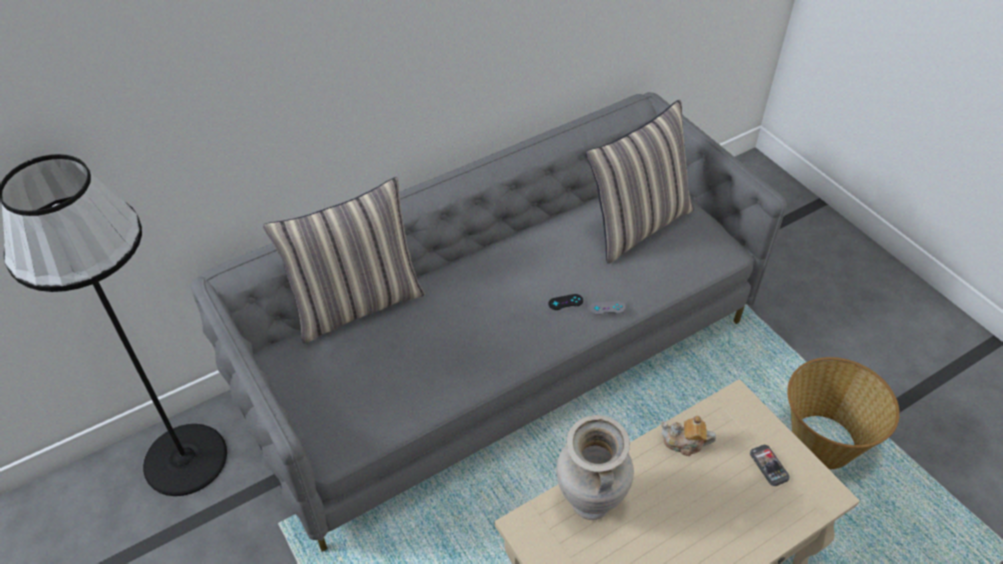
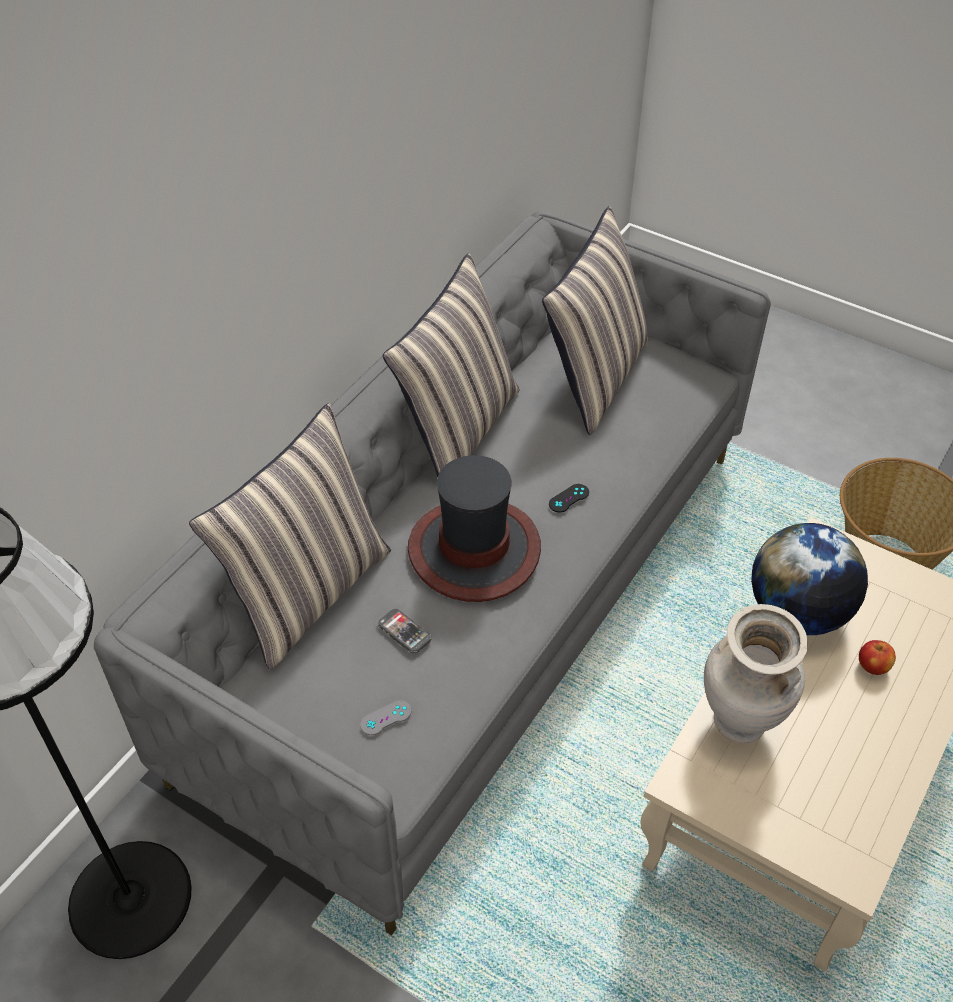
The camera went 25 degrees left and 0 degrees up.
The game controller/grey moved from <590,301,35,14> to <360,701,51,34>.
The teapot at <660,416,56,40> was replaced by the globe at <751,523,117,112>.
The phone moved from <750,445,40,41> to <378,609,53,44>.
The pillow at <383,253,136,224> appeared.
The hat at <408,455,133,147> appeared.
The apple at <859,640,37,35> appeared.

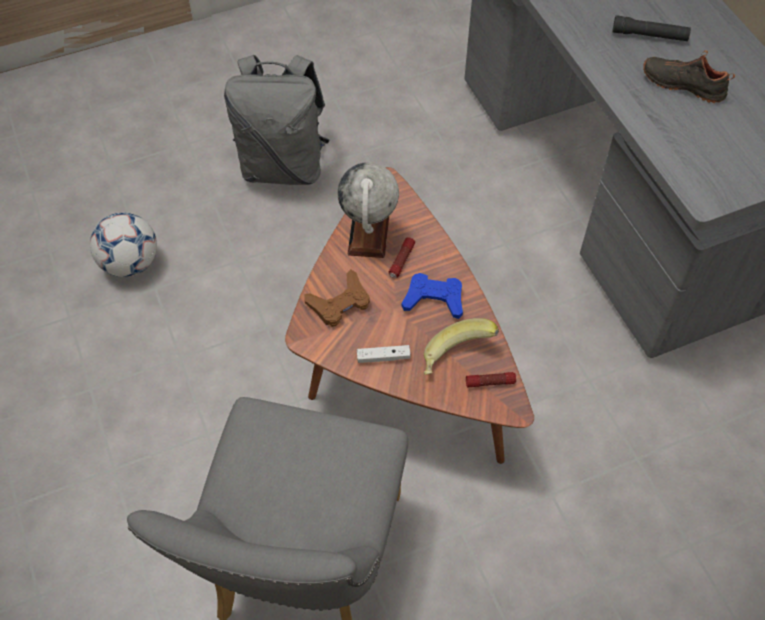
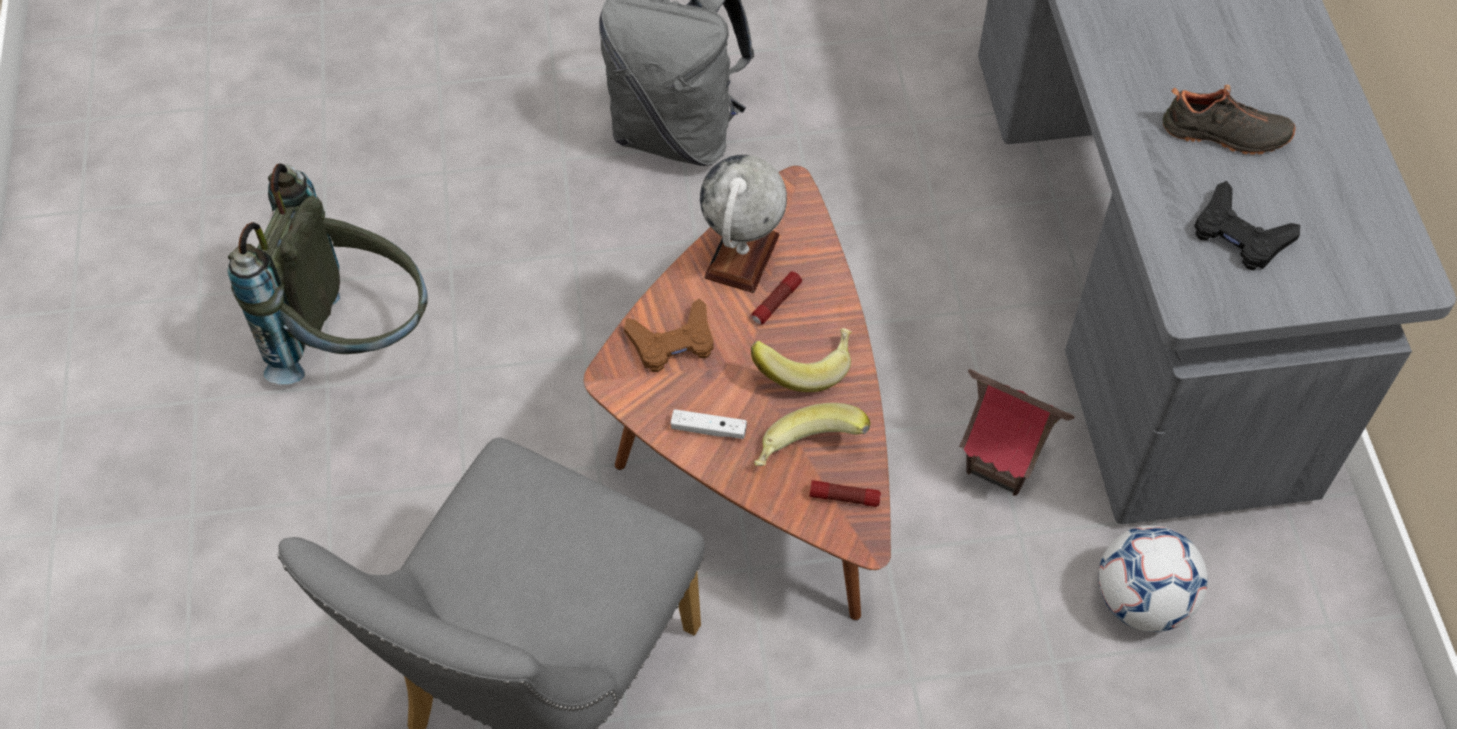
The camera went 15 degrees right and 0 degrees up.
The football moved from <90,212,67,65> to <1098,525,110,107>.
The game controller/blue at <402,273,61,46> was replaced by the banana at <751,328,101,64>.
The flashlight/black at <612,15,79,26> disappeared.
The shoe/black at <643,50,92,53> turned 150 degrees clockwise.
The backpack/grey at <227,164,201,220> appeared.
The toy house at <959,369,116,127> appeared.
The game controller/black at <1194,181,106,89> appeared.

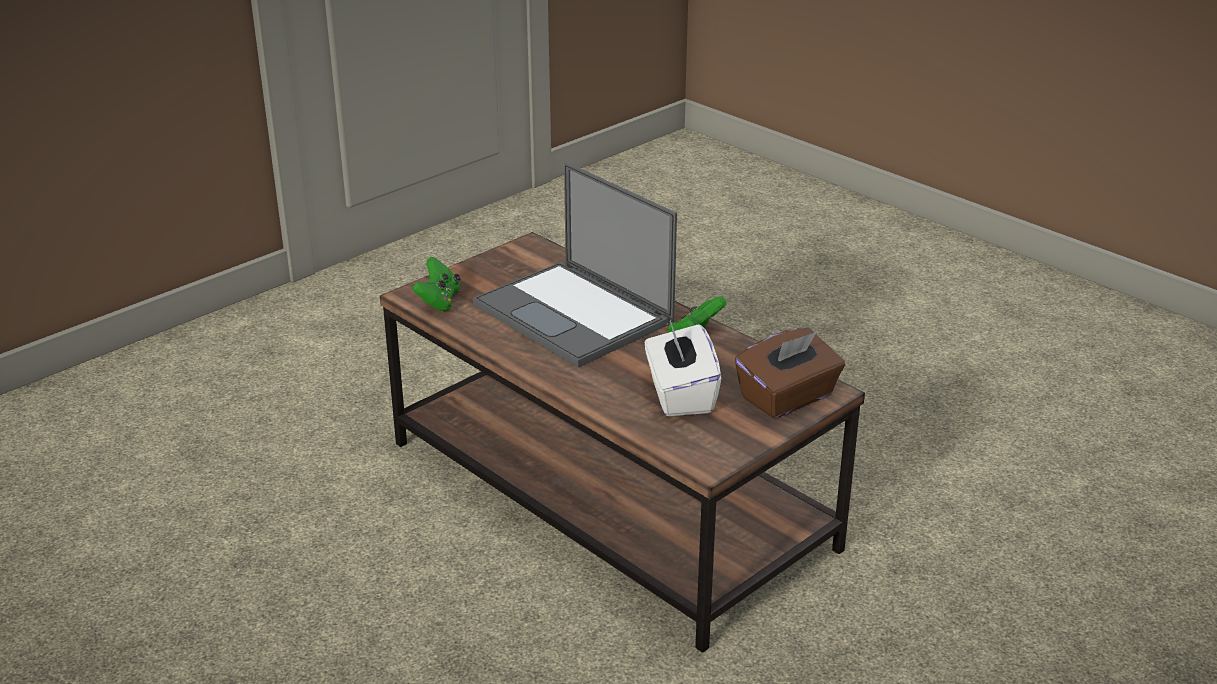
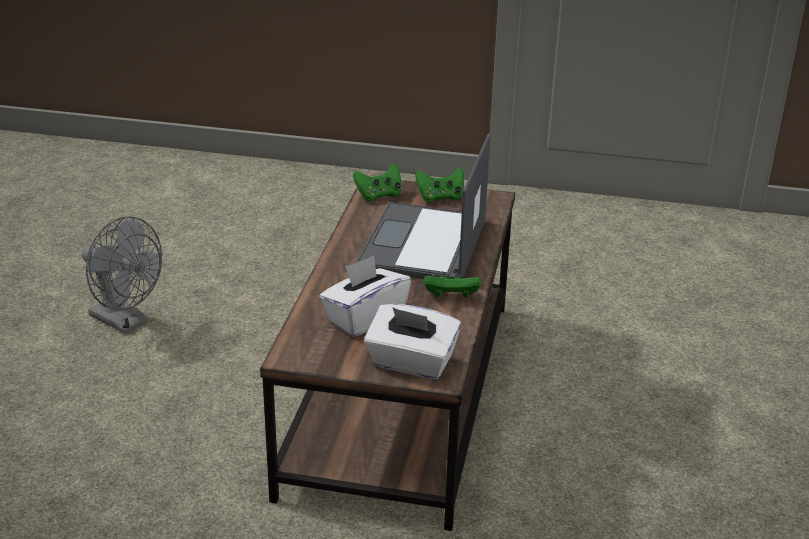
The camera went 55 degrees right and 0 degrees up.
The tissue box/brown at <735,328,110,90> became the tissue box/white at <364,304,97,75>.
The fan/grey at <82,216,80,118> appeared.
The game controller/green at <416,168,48,34> appeared.

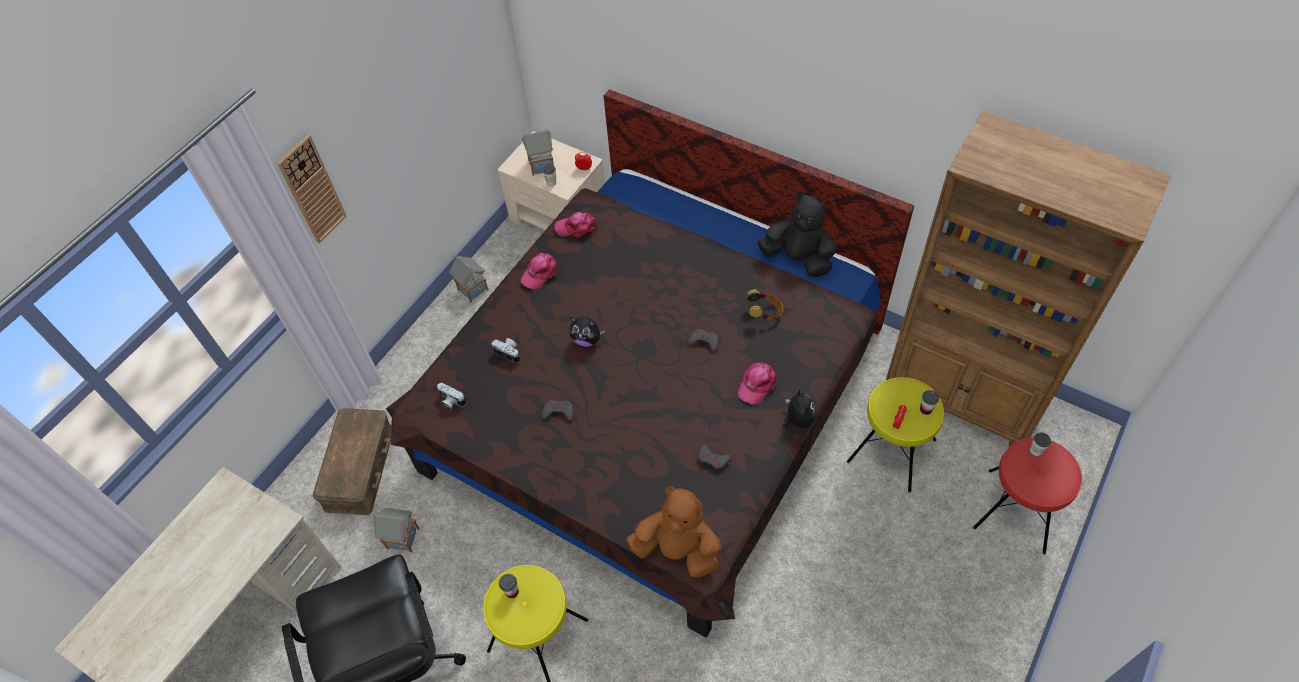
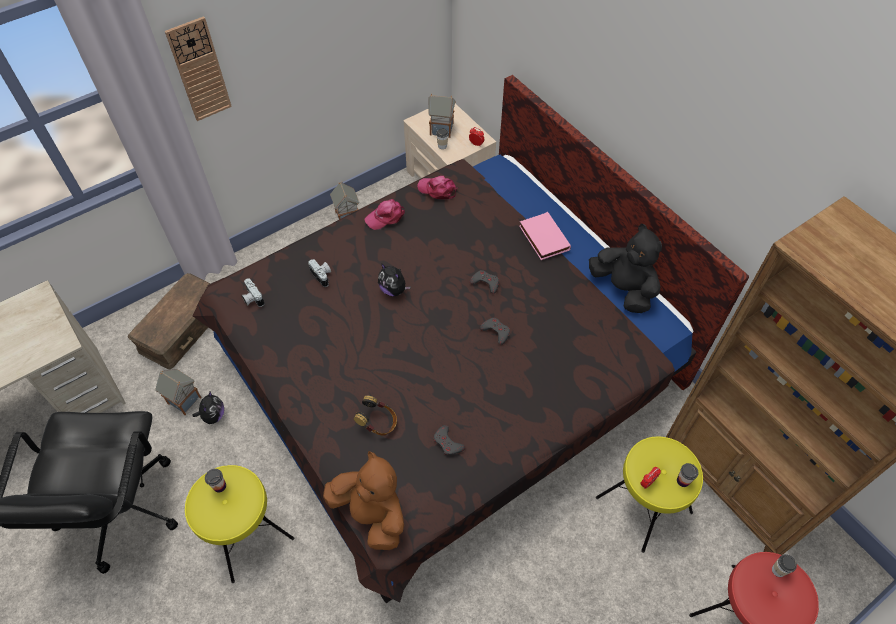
The camera went 20 degrees right and 0 degrees up.
The game controller/grey moved from <542,400,32,21> to <470,270,29,24>.
The cap/pink at <738,362,39,42> disappeared.
The headphones moved from <747,289,36,31> to <354,396,43,39>.
The plush toy moved from <783,388,33,40> to <193,391,31,33>.
The book/pink at <519,212,52,48> appeared.

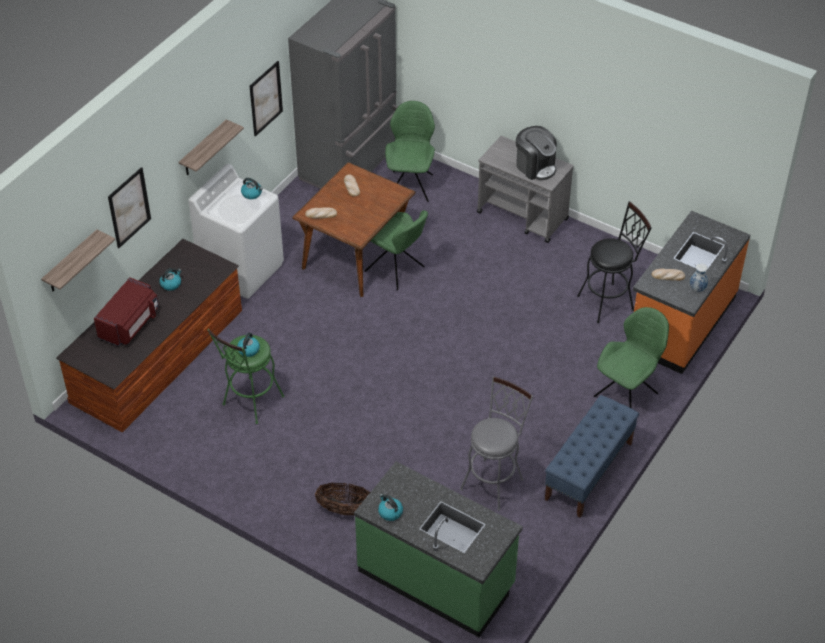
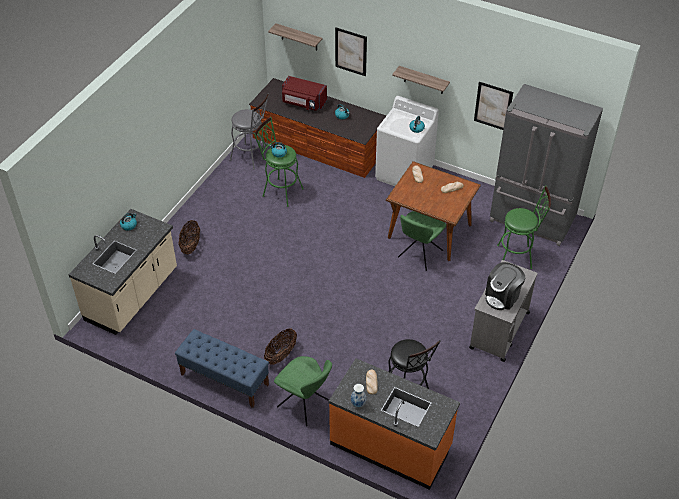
The camera went 85 degrees right and 0 degrees up.
The counter/green at <354,461,169,176> became the counter/beige at <68,209,109,126>.
The chair/green at <385,101,50,101> was replaced by the stool/green at <497,185,54,84>.
The stool/grey moved from <460,376,73,134> to <230,93,39,77>.
The basket at <264,329,33,36> appeared.

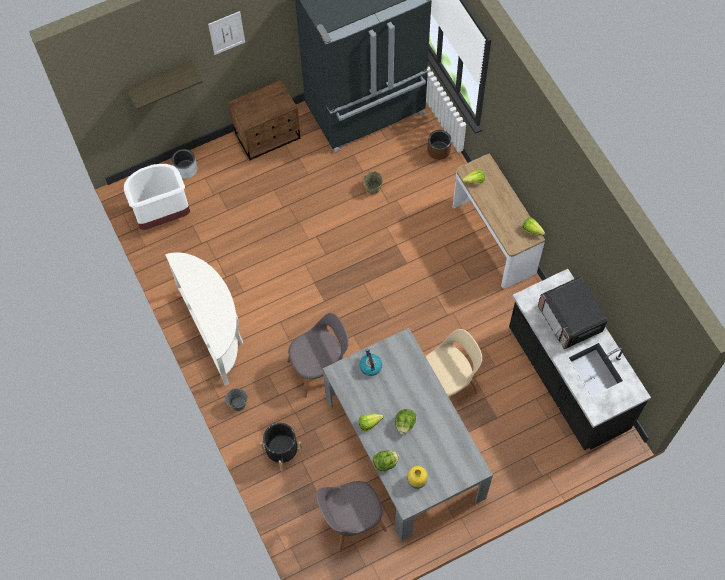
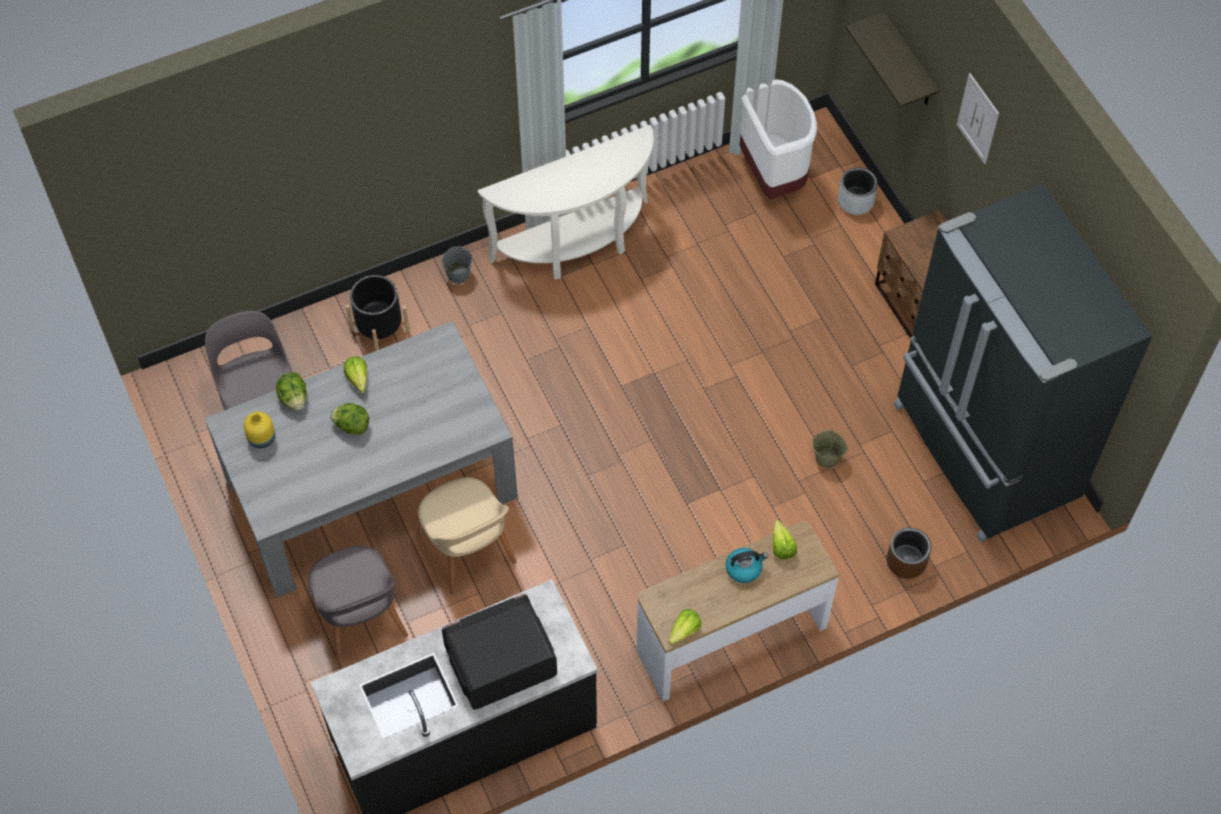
The camera went 90 degrees right and 5 degrees down.
The chair/grey moved from <287,313,62,85> to <308,546,100,117>.
The kettle moved from <359,349,23,27> to <726,548,42,35>.

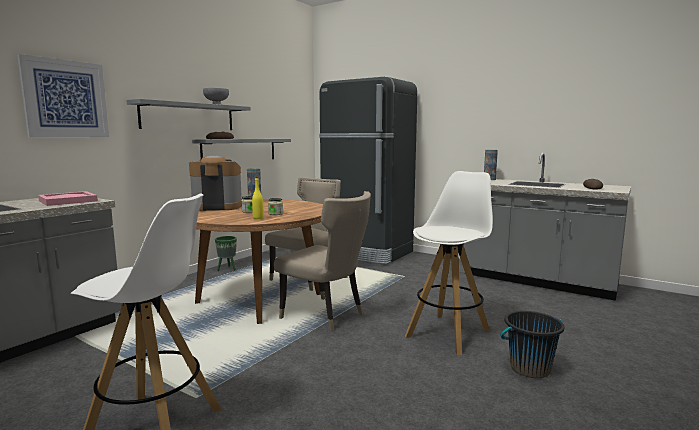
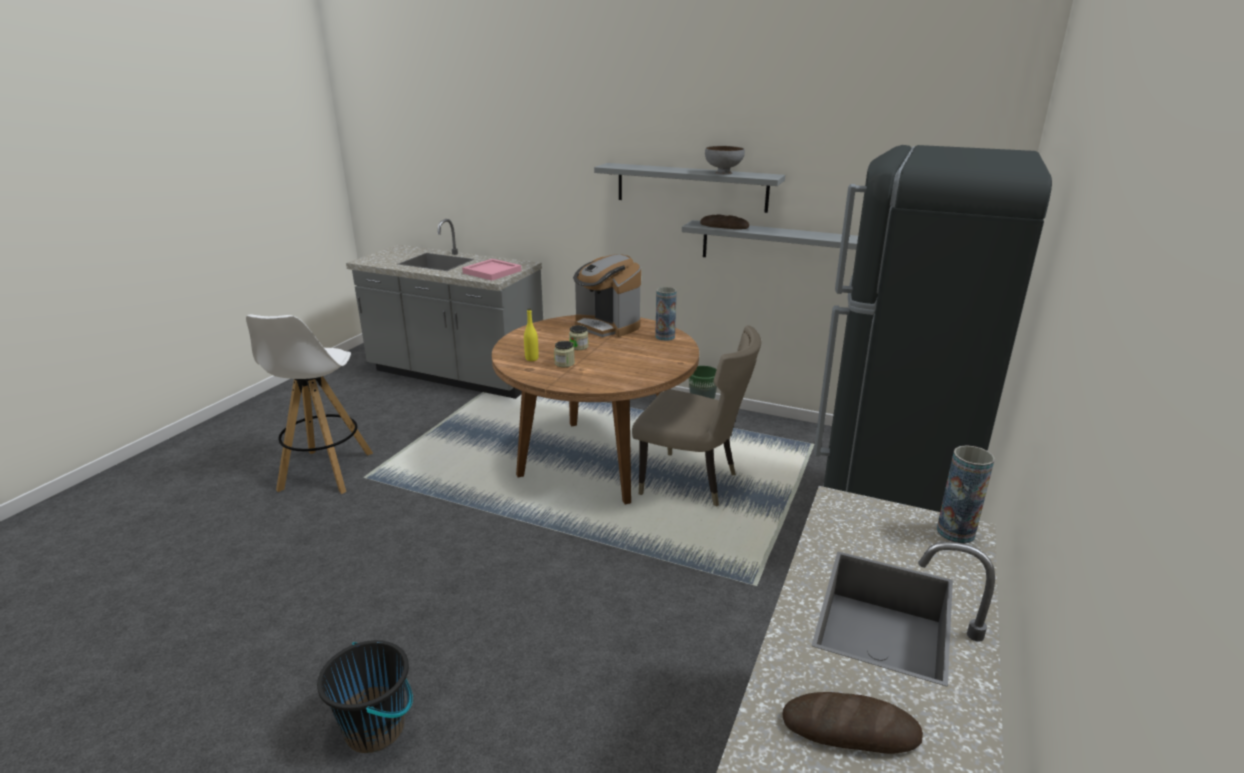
The camera went 80 degrees right and 15 degrees up.
The picture at <17,54,92,83> disappeared.
The coffee machine at <189,156,53,55> turned 150 degrees clockwise.
The chair/beige at <274,191,97,140> disappeared.
The stool/white at <405,171,88,184> disappeared.

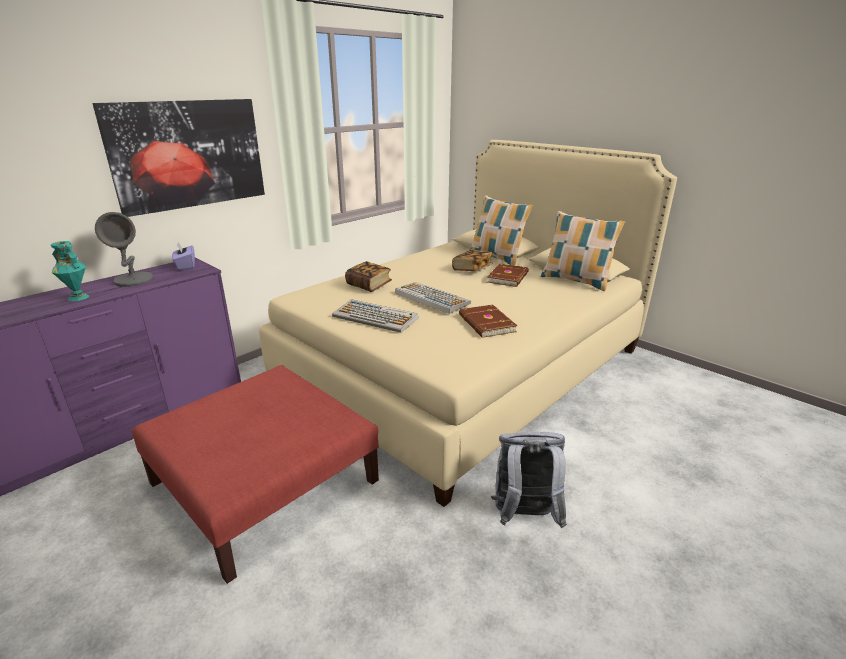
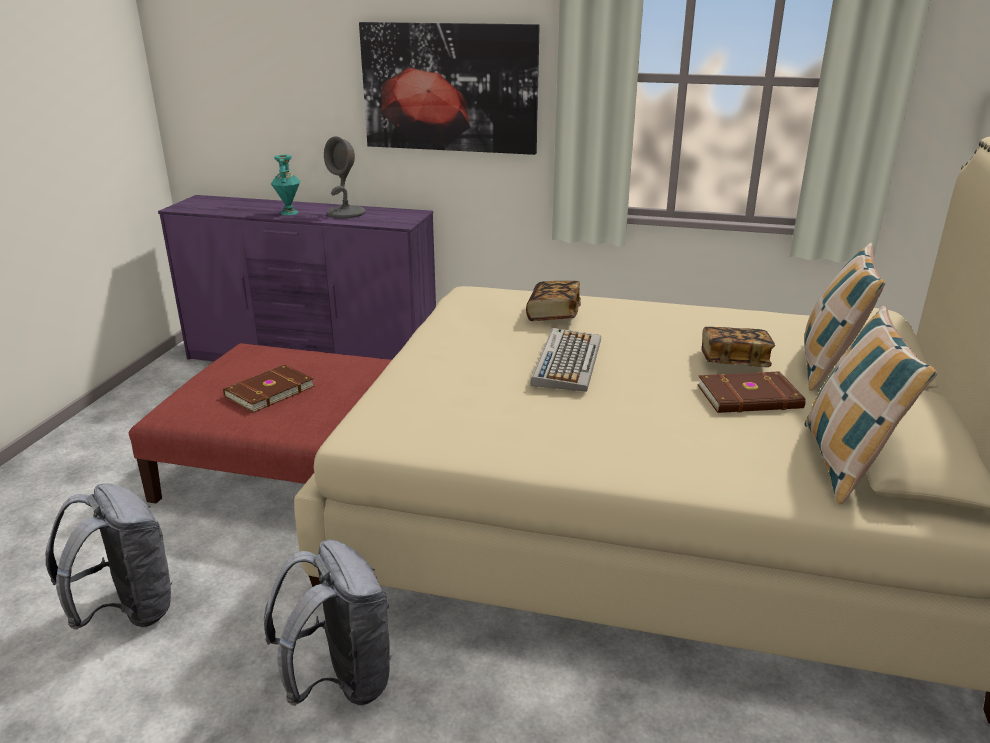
The camera went 60 degrees right and 0 degrees up.
The tissue box/purple at <172,242,23,28> disappeared.
The keyboard at <332,299,86,34> disappeared.
The book/brown moved from <459,304,58,34> to <223,365,92,48>.
The backpack/grey at <46,483,127,147> appeared.

